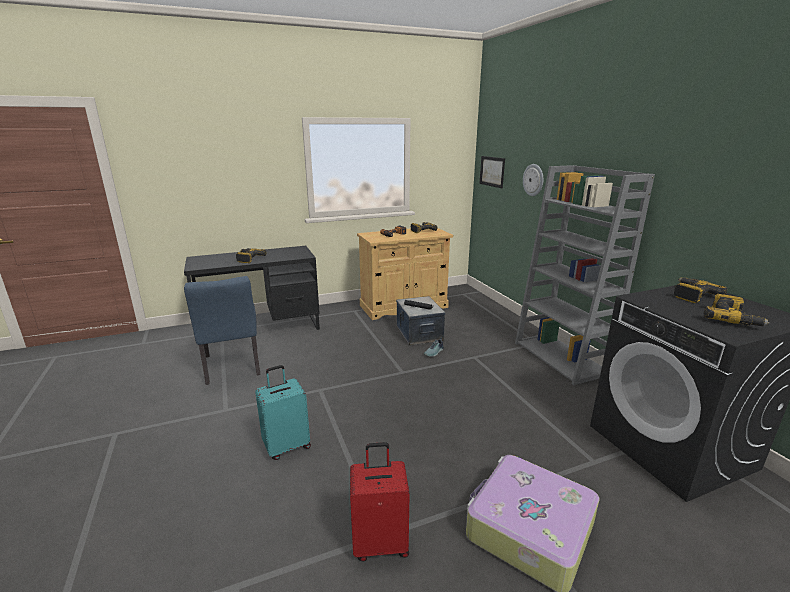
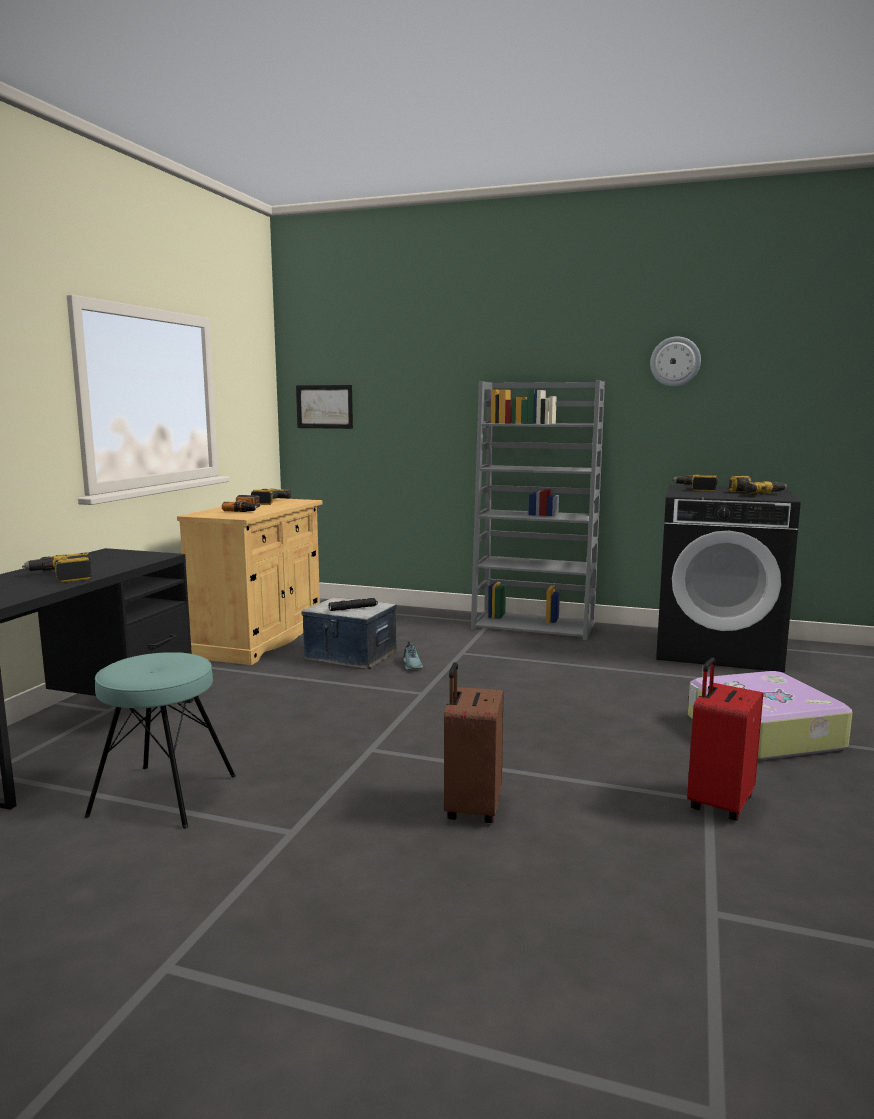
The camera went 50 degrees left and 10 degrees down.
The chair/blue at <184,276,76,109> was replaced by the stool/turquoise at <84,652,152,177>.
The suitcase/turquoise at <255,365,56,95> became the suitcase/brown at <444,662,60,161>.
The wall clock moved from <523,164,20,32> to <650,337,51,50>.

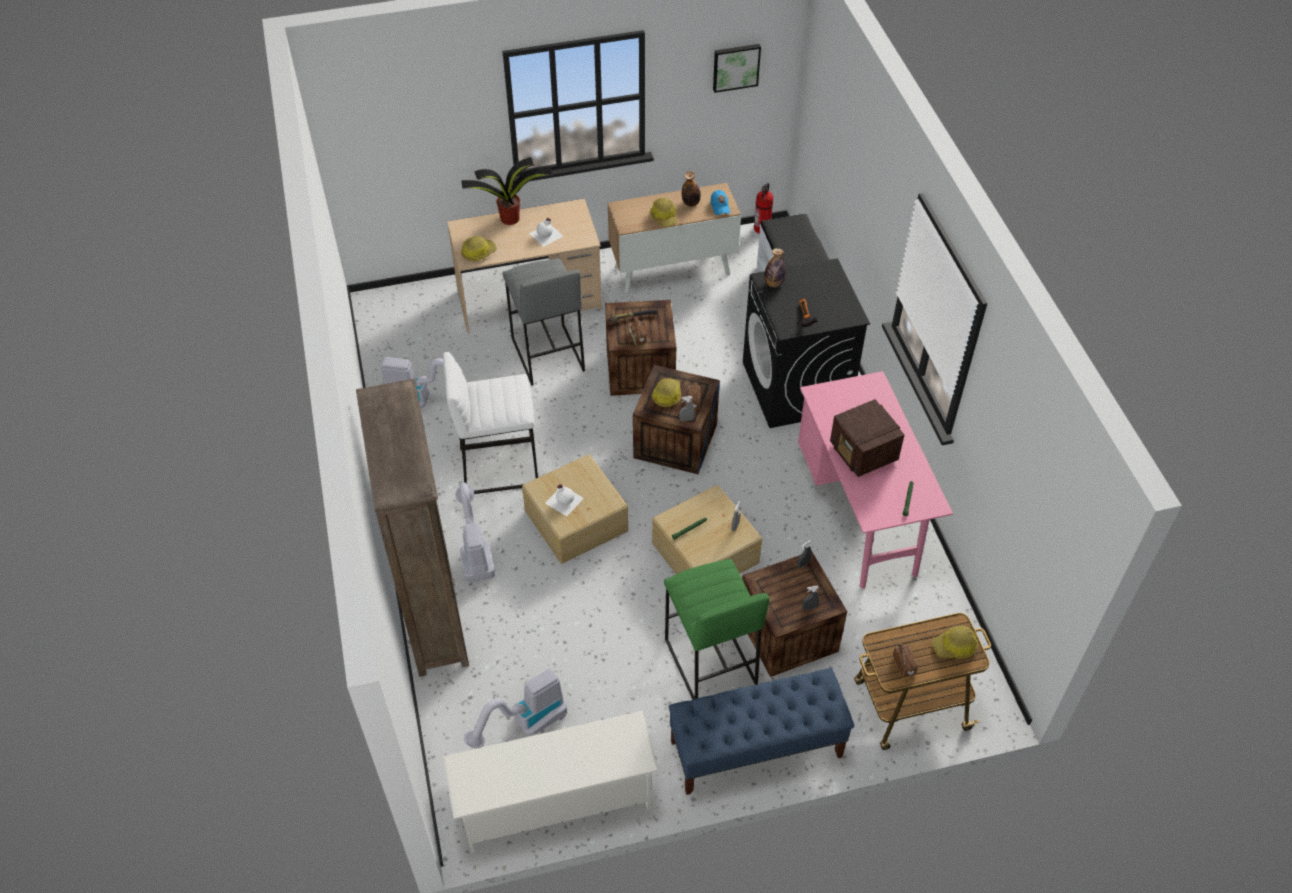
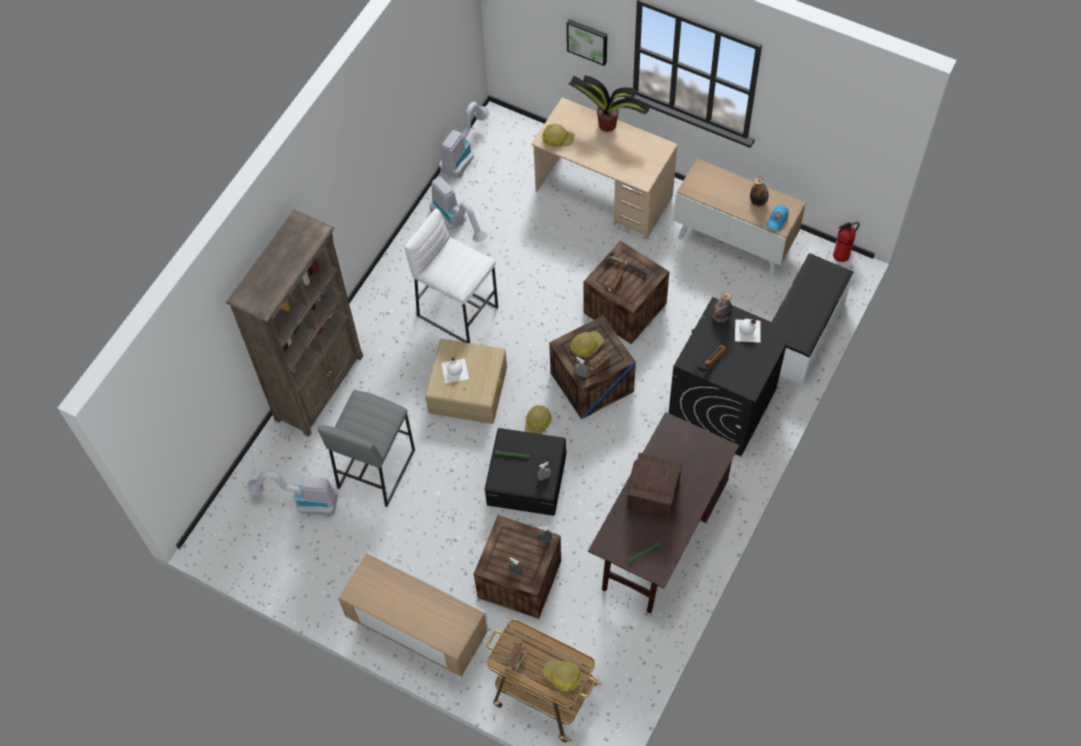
The camera went 45 degrees right and 10 degrees up.
The shoe rack/white at <443,711,216,142> disappeared.
The vacuum cleaner moved from <455,482,40,101> to <439,102,50,76>.
The stool/grey moved from <503,258,82,128> to <318,389,97,118>.
The bottle/white moved from <529,218,34,29> to <735,319,26,23>.
The hard hat moved from <650,198,28,29> to <525,405,27,29>.
The storage box/beige at <652,485,110,89> became the storage box/black at <485,428,81,88>.
The stool/green at <664,559,105,141> disappeared.
The bench/blue at <669,668,185,127> was replaced by the cabinet at <338,552,150,130>.
The picture moved from <713,44,48,49> to <567,19,40,47>.
The desk/pink at <798,371,155,217> became the desk/brown at <588,412,151,201>.

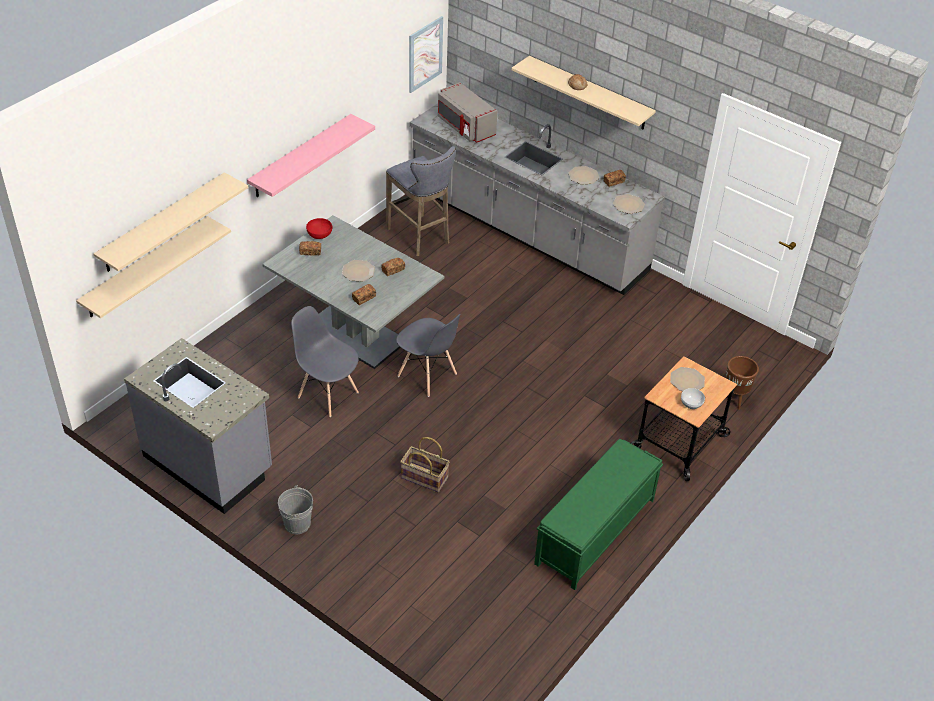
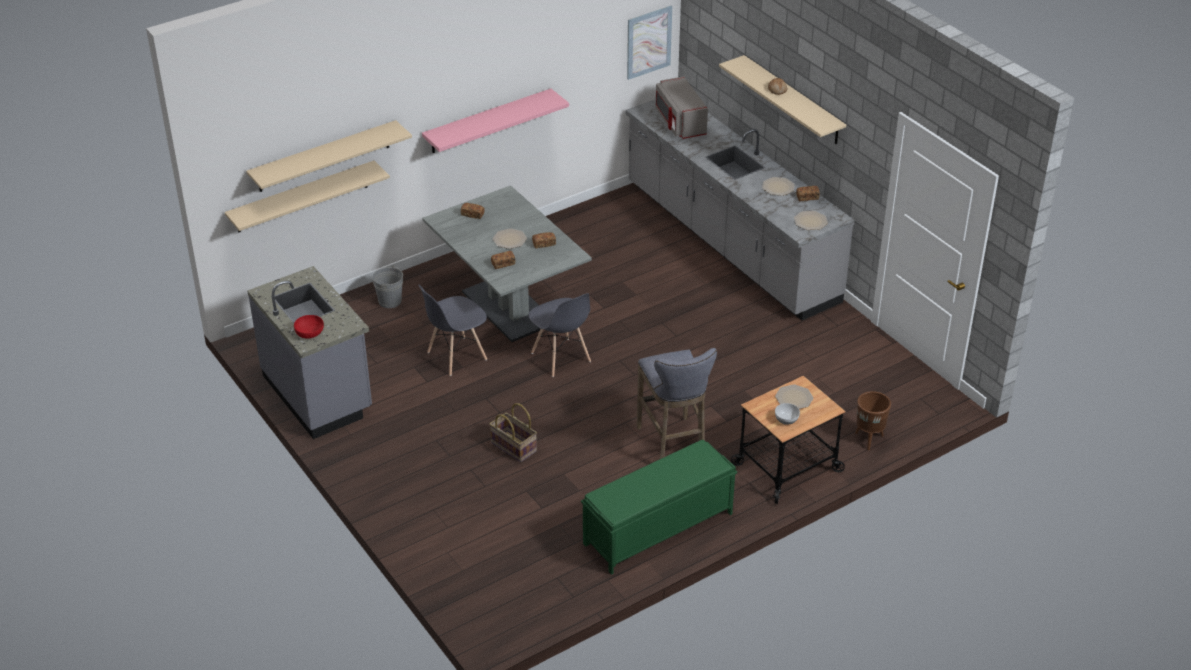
The camera went 20 degrees right and 5 degrees down.
The bucket/grey moved from <278,485,35,49> to <372,265,31,43>.
The chair/grey at <291,306,68,111> turned 90 degrees counterclockwise.
The bowl/red moved from <306,218,27,21> to <294,315,30,24>.
The stool/grey moved from <386,146,70,110> to <636,348,81,111>.

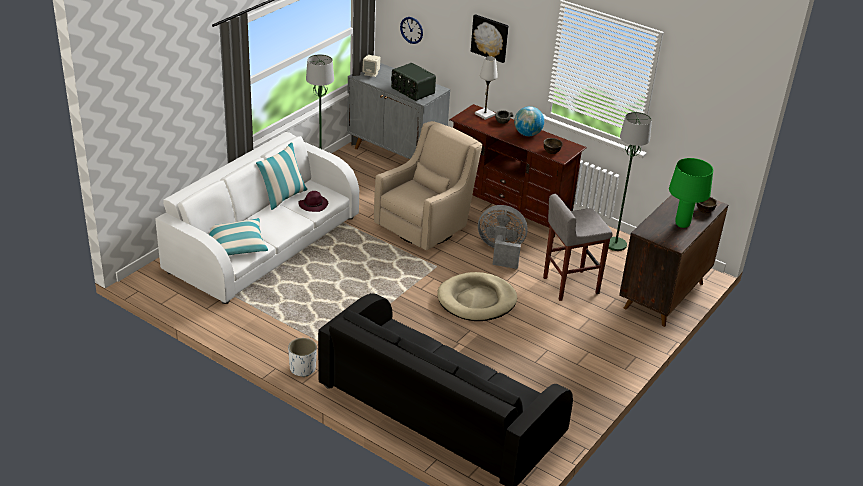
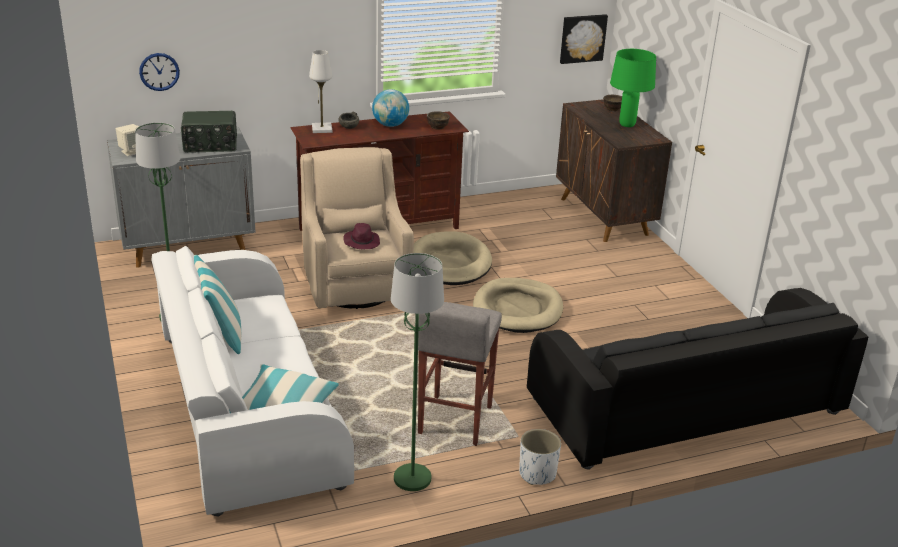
The camera went 55 degrees left and 5 degrees down.
The hat/purple moved from <298,191,30,21> to <343,223,37,26>.
The picture moved from <471,14,38,49> to <560,14,48,50>.
The fan/grey at <478,205,50,64> was replaced by the dog bed/beige at <414,231,78,54>.
The stool/grey moved from <543,194,69,107> to <418,302,84,144>.
The floor lamp/green moved from <608,112,44,139> to <391,253,53,238>.

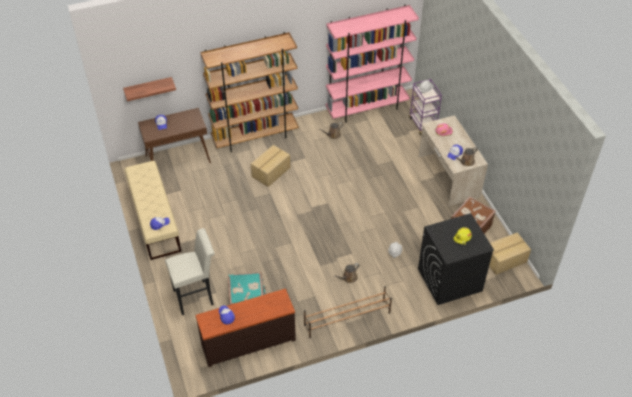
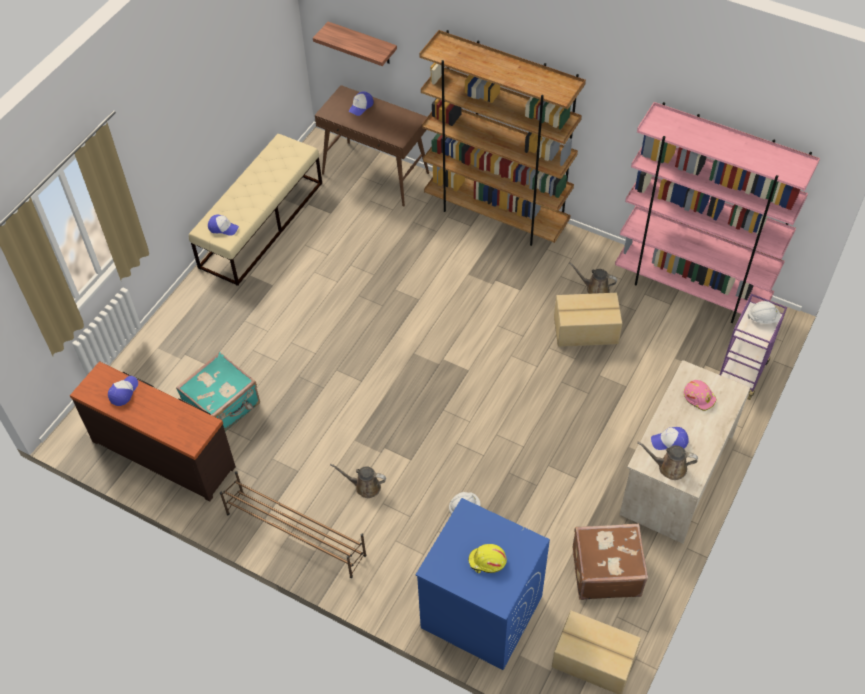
The camera went 50 degrees right and 5 degrees up.
The stool/white at <165,228,50,87> disappeared.
The cardboard box moved from <251,145,39,42> to <554,293,69,54>.
The washing machine/black at <418,213,76,92> became the washing machine/blue at <415,498,135,172>.

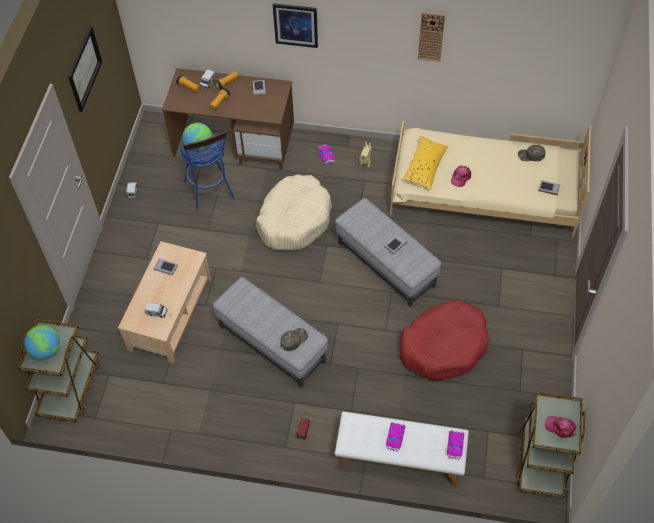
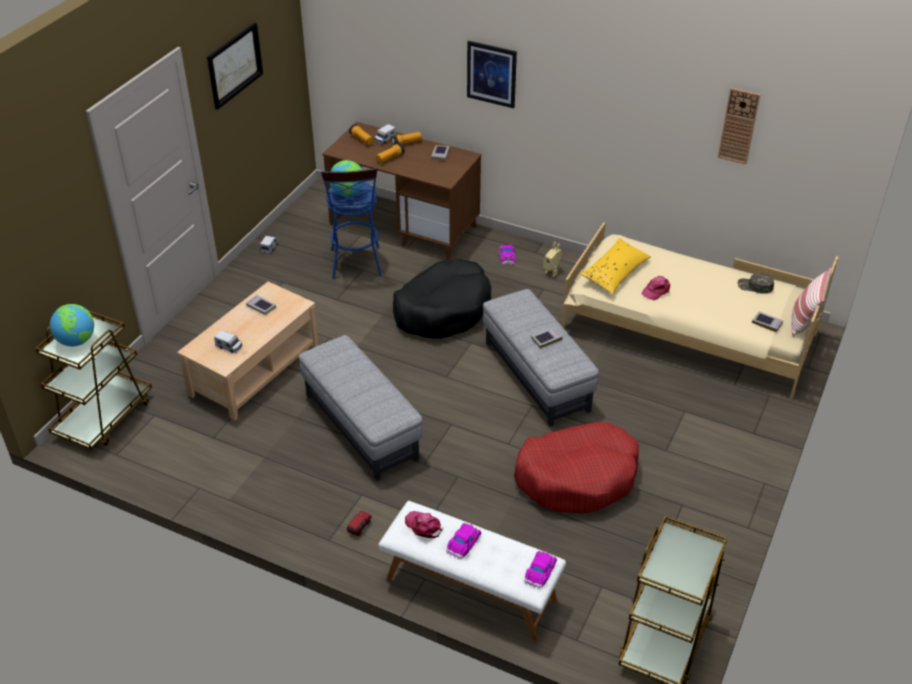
The camera went 15 degrees right and 15 degrees down.
The dog bed/beige at <256,174,76,76> became the dog bed/black at <393,259,98,79>.
The cap/green at <280,328,28,23> disappeared.
The wall clock moved from <418,12,27,50> to <718,88,42,76>.
The cap/pink moved from <544,416,33,22> to <405,511,38,27>.
The pillow at <792,268,40,69> appeared.

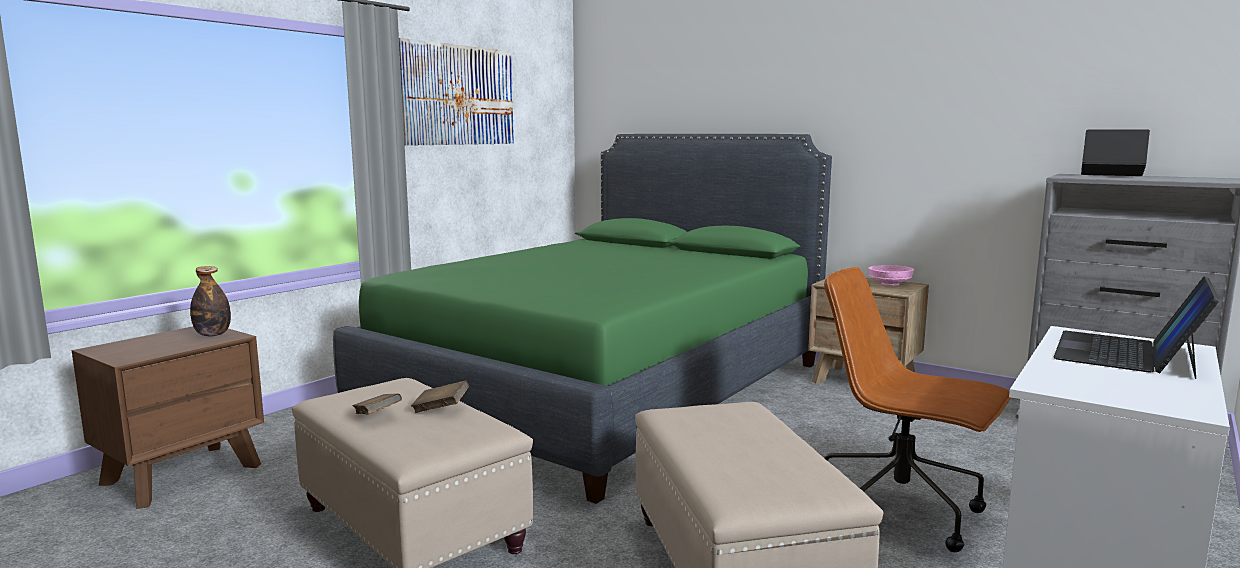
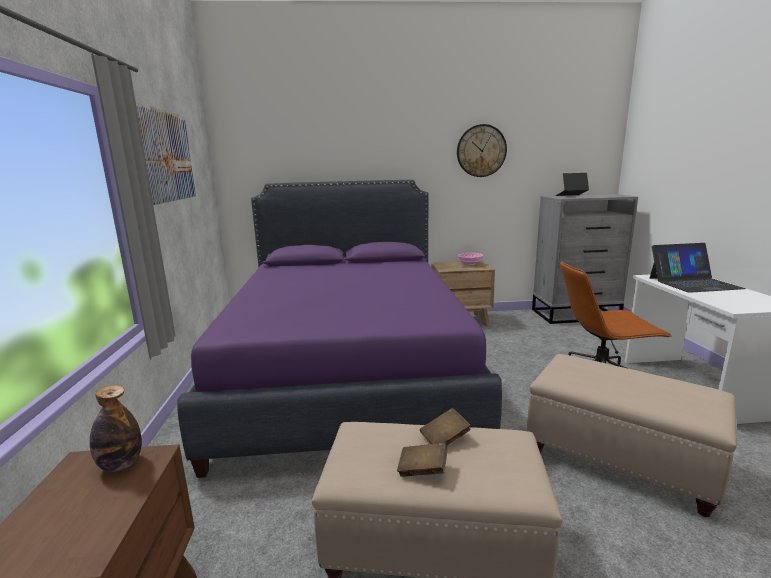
The camera went 40 degrees left and 5 degrees up.
The bed/green at <333,134,499,370> became the bed/purple at <177,180,325,298>.
The laptop at <1053,276,167,103> turned 90 degrees counterclockwise.
The wall clock at <457,124,50,53> appeared.

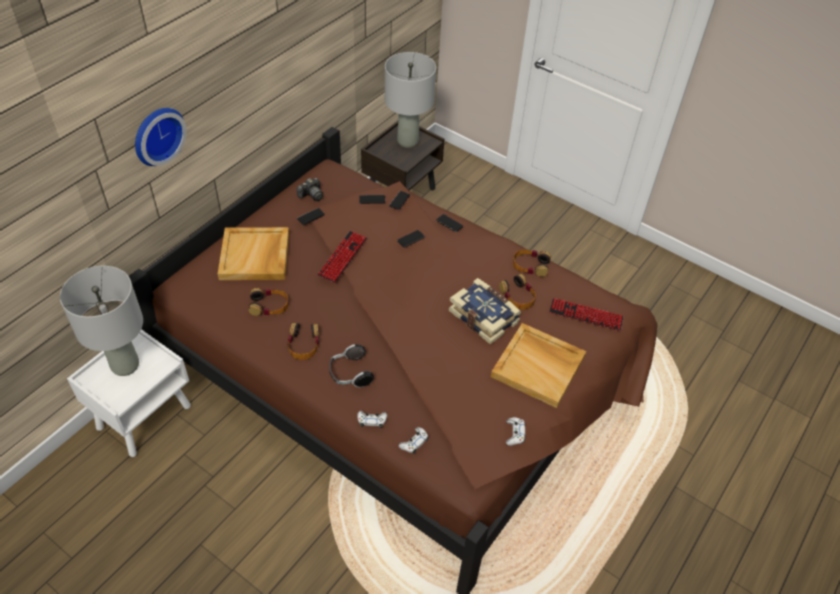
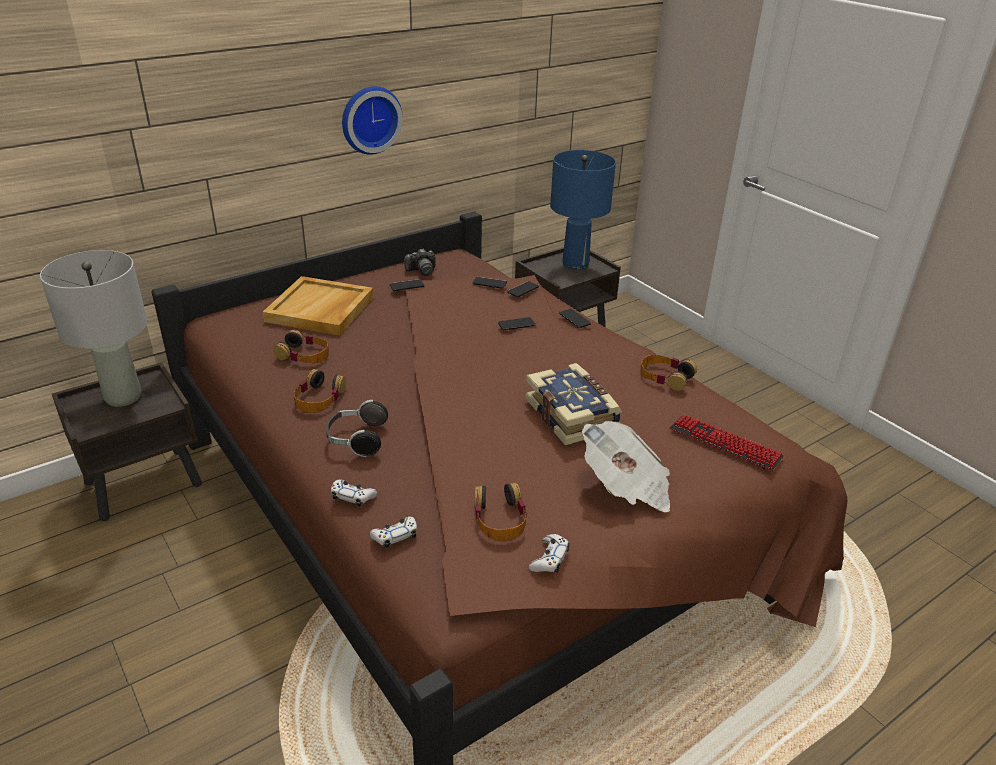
The camera went 20 degrees right and 15 degrees down.
The nightstand/white at <67,329,124,128> became the nightstand/brown at <52,362,150,159>.
The wall clock moved from <135,108,52,58> to <342,86,61,69>.
The keyboard at <317,231,50,52> disappeared.
The table lamp/grey at <385,52,51,96> became the table lamp/blue at <550,150,66,120>.
The tray/beige at <491,323,95,85> was replaced by the newspaper at <582,421,88,91>.
The headphones moved from <499,274,37,36> to <475,483,52,58>.

